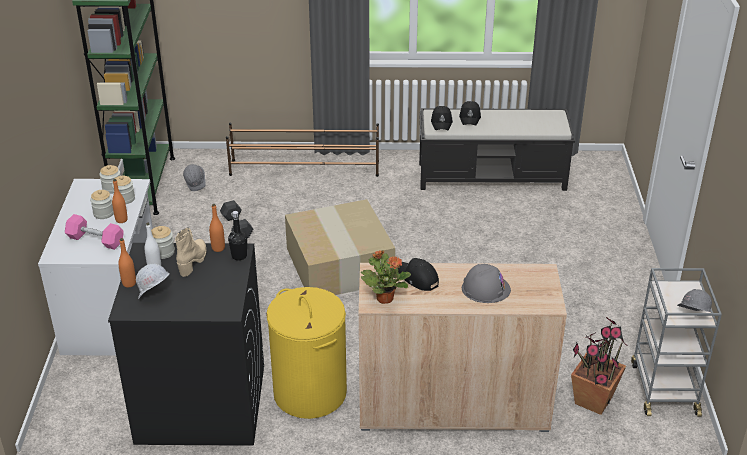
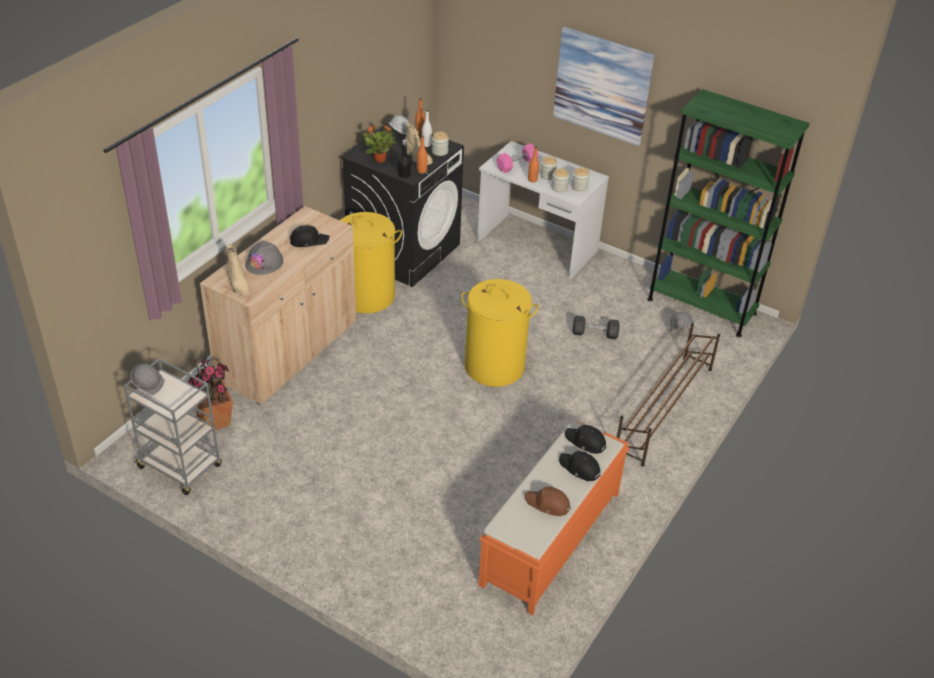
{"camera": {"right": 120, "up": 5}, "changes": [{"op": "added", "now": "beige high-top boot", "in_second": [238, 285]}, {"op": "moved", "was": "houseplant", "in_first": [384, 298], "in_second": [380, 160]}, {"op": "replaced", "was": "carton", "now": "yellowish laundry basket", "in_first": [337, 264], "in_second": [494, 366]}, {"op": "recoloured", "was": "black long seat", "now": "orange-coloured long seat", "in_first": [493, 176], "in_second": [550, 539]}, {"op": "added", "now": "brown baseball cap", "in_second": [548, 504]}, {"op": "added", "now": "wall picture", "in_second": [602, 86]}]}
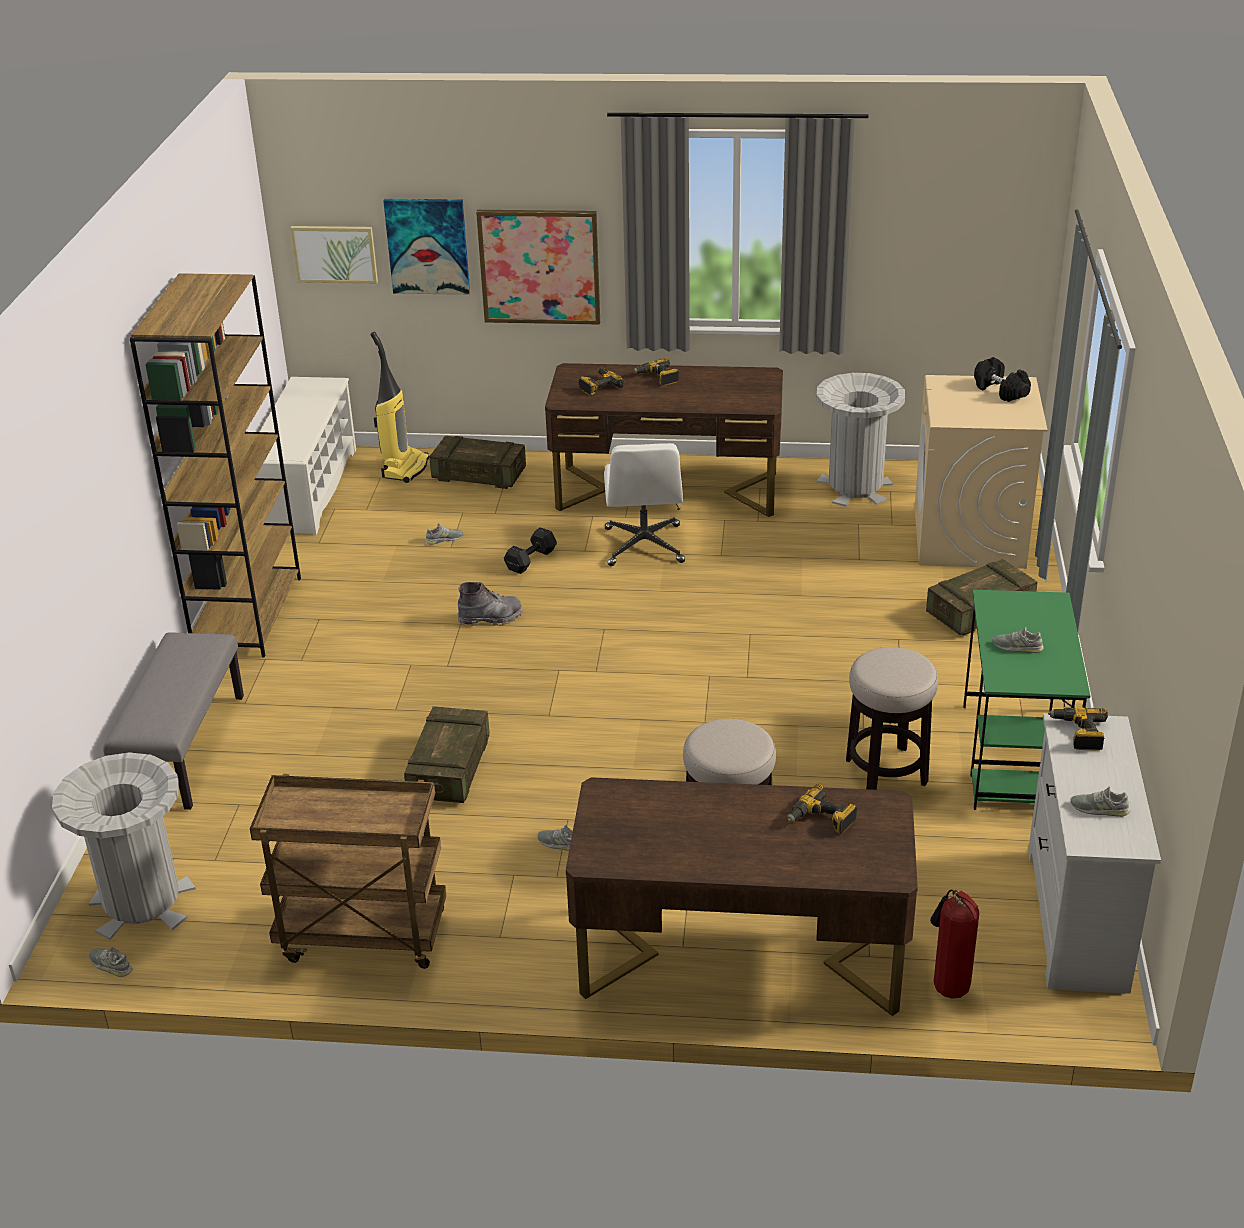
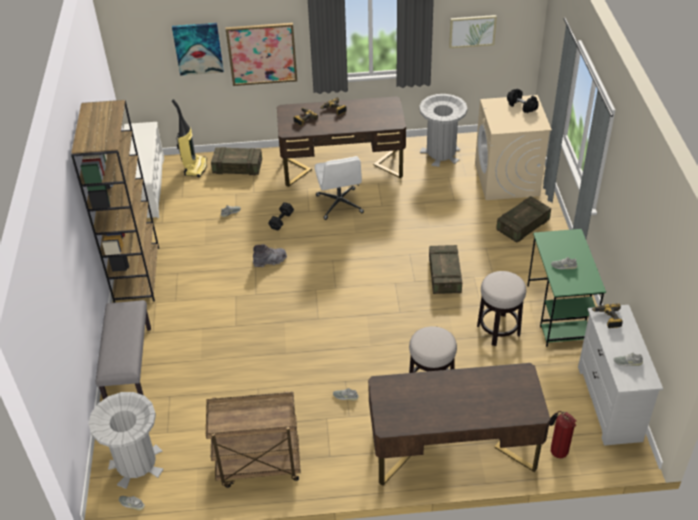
{"camera": {"right": -10, "up": 10}, "changes": [{"op": "moved", "was": "crate", "in_first": [449, 770], "in_second": [444, 276]}, {"op": "moved", "was": "wall picture", "in_first": [334, 254], "in_second": [472, 31]}, {"op": "removed", "was": "drill", "in_first": [821, 820]}]}
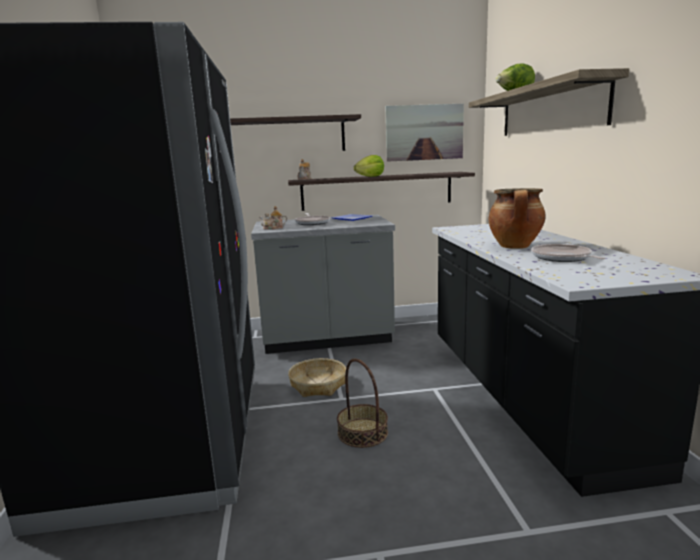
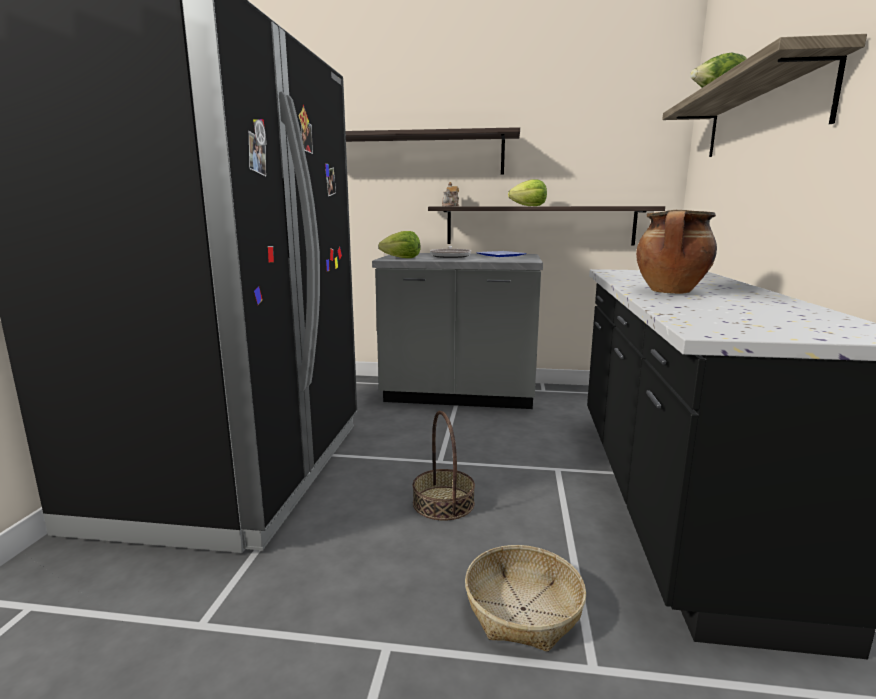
{"camera": {"right": 15, "up": 0}, "changes": [{"op": "replaced", "was": "tea pot", "now": "lettuce head", "in_first": [273, 228], "in_second": [401, 258]}, {"op": "moved", "was": "basket", "in_first": [318, 385], "in_second": [523, 609]}, {"op": "removed", "was": "wall picture", "in_first": [424, 132]}, {"op": "removed", "was": "pan", "in_first": [562, 258]}]}
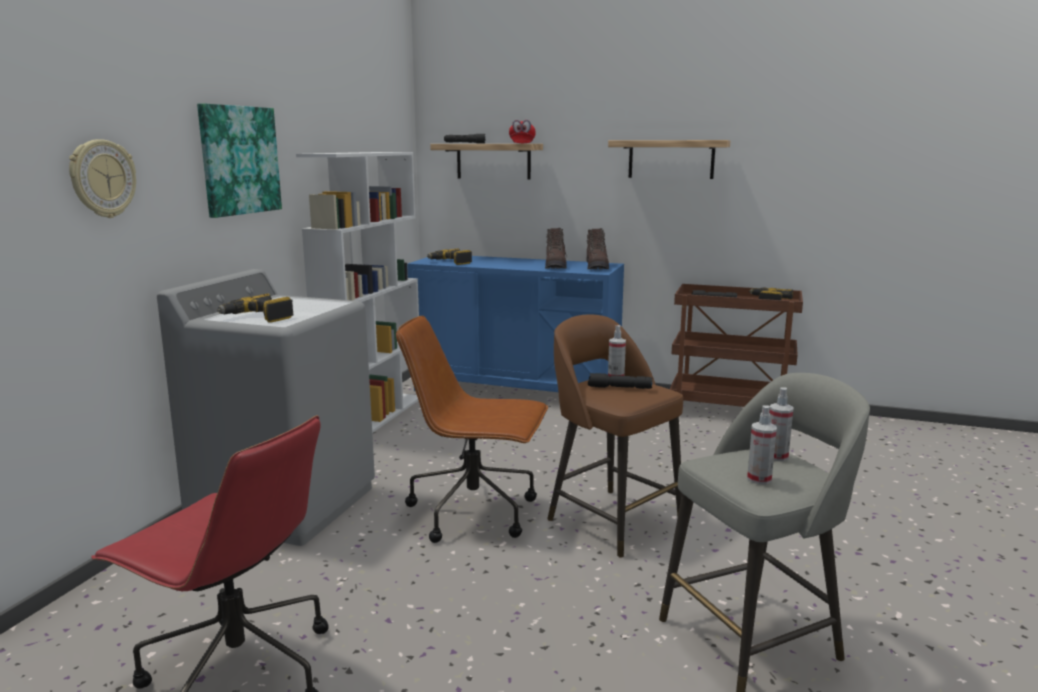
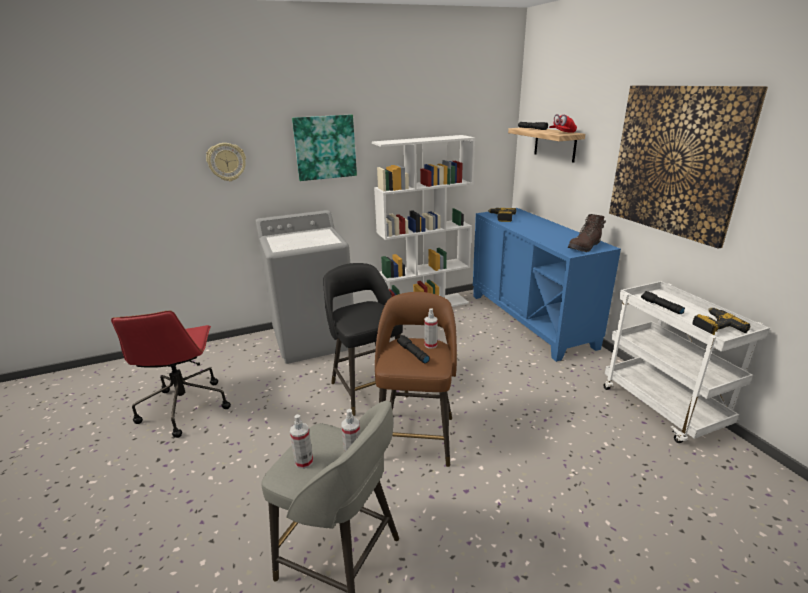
{"camera": {"right": 50, "up": 10}, "changes": [{"op": "replaced", "was": "brown office chair", "now": "black stool seat", "in_first": [475, 512], "in_second": [368, 388]}, {"op": "recoloured", "was": "brown trolley", "now": "whitish trolley", "in_first": [730, 411], "in_second": [663, 408]}, {"op": "replaced", "was": "bracket shelf", "now": "wall picture", "in_first": [671, 159], "in_second": [675, 161]}, {"op": "removed", "was": "drill", "in_first": [258, 317]}, {"op": "removed", "was": "brown high-top boot", "in_first": [555, 266]}]}
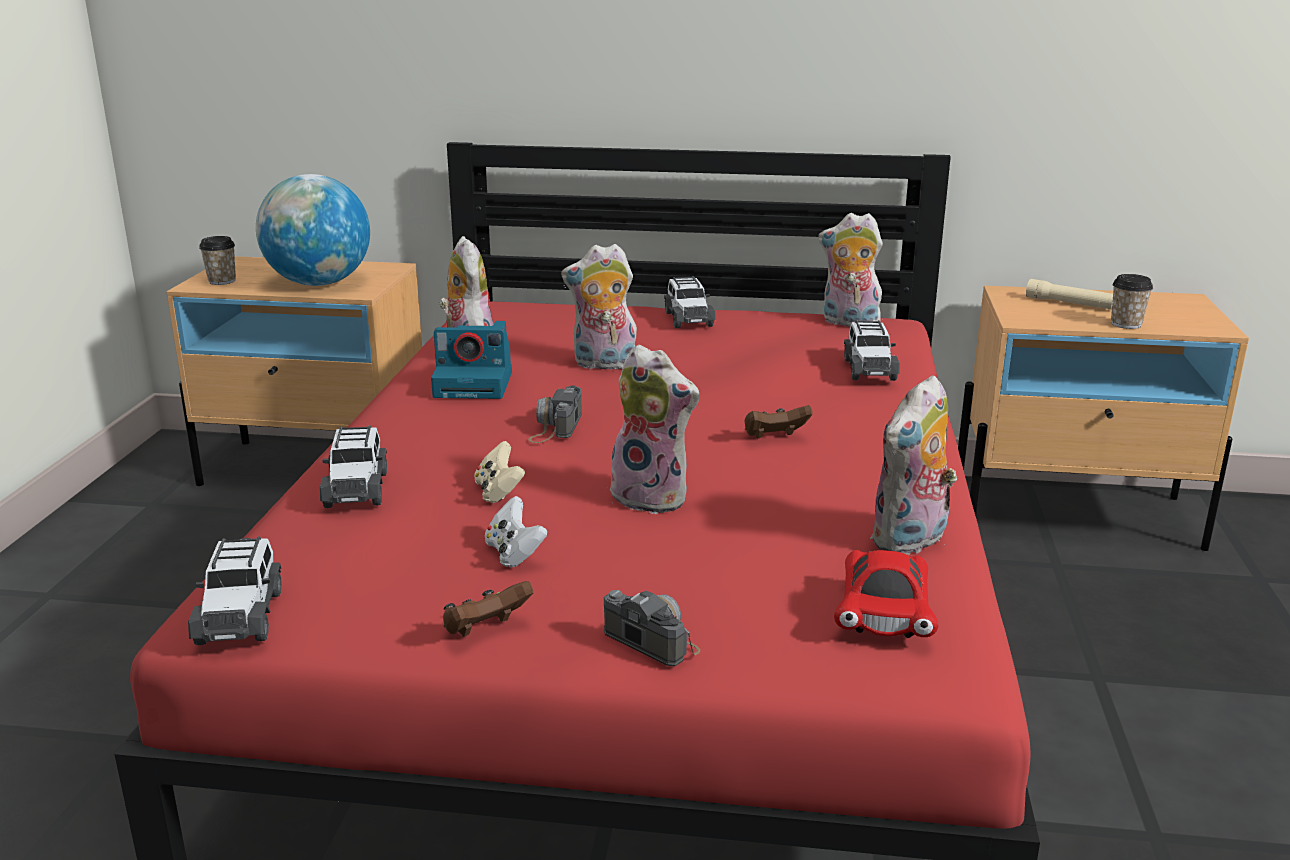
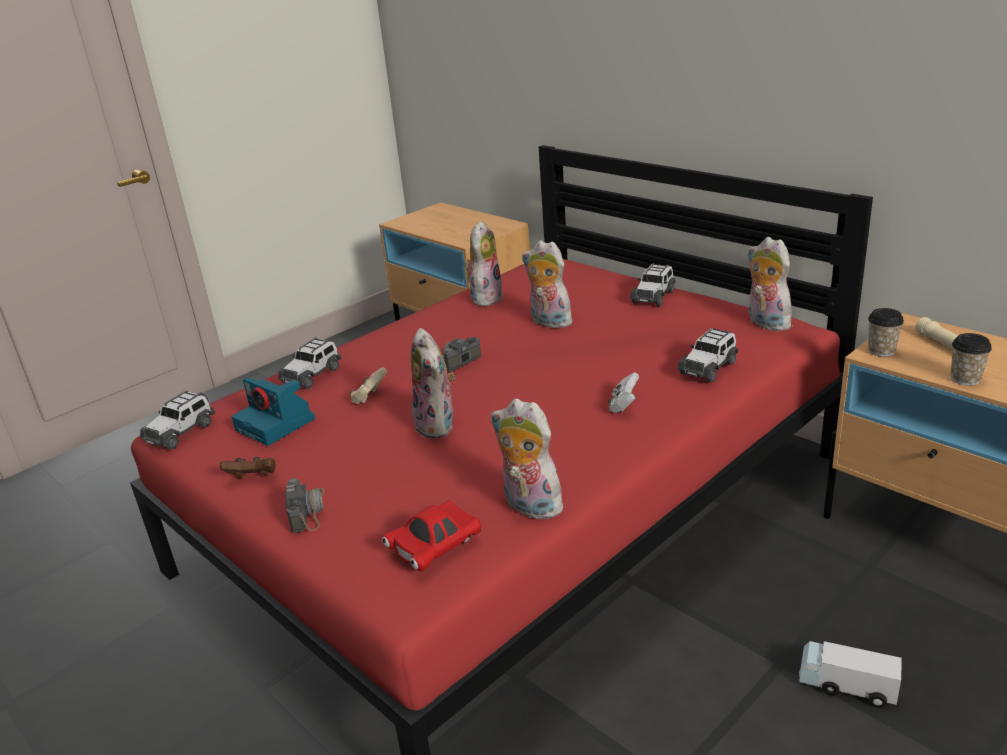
{"camera": {"right": 40, "up": 5}, "changes": [{"op": "moved", "was": "photo camera", "in_first": [476, 384], "in_second": [277, 424]}, {"op": "turned", "was": "cuddly toy", "in_first": [911, 541], "in_second": [529, 506], "clockwise": 45}, {"op": "moved", "was": "whitish gamepad", "in_first": [514, 554], "in_second": [623, 405]}, {"op": "added", "now": "toy truck", "in_second": [846, 686]}, {"op": "moved", "was": "drinking cup", "in_first": [222, 281], "in_second": [881, 351]}, {"op": "removed", "was": "desk globe", "in_first": [319, 283]}, {"op": "removed", "was": "brown gamepad", "in_first": [774, 437]}]}
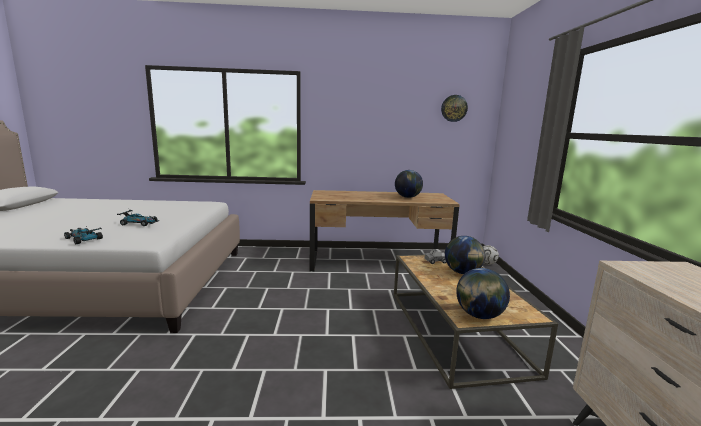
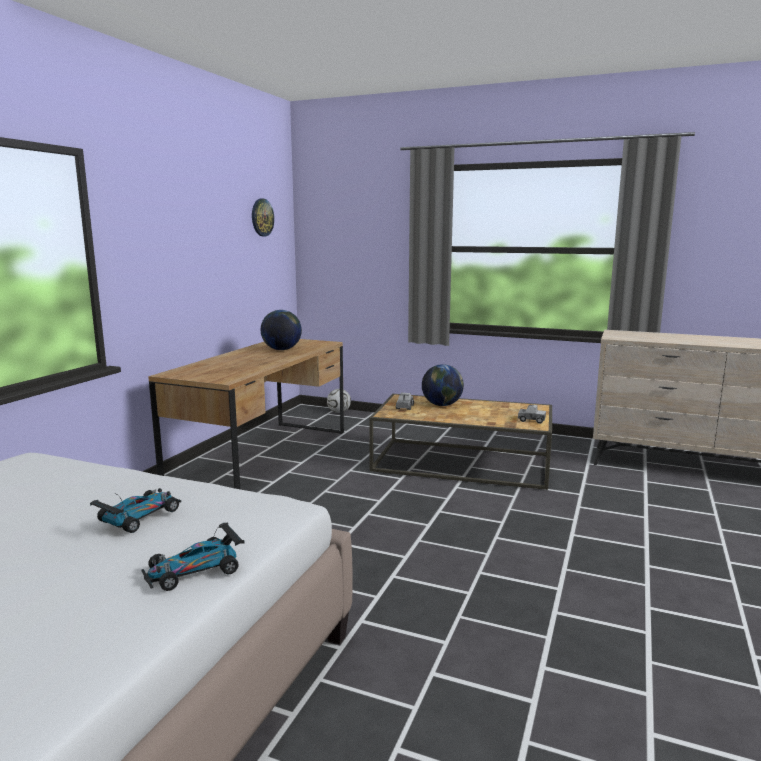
{"camera": {"right": -65, "up": 0}, "changes": [{"op": "replaced", "was": "desk globe", "now": "toy truck", "in_first": [479, 315], "in_second": [531, 420]}]}
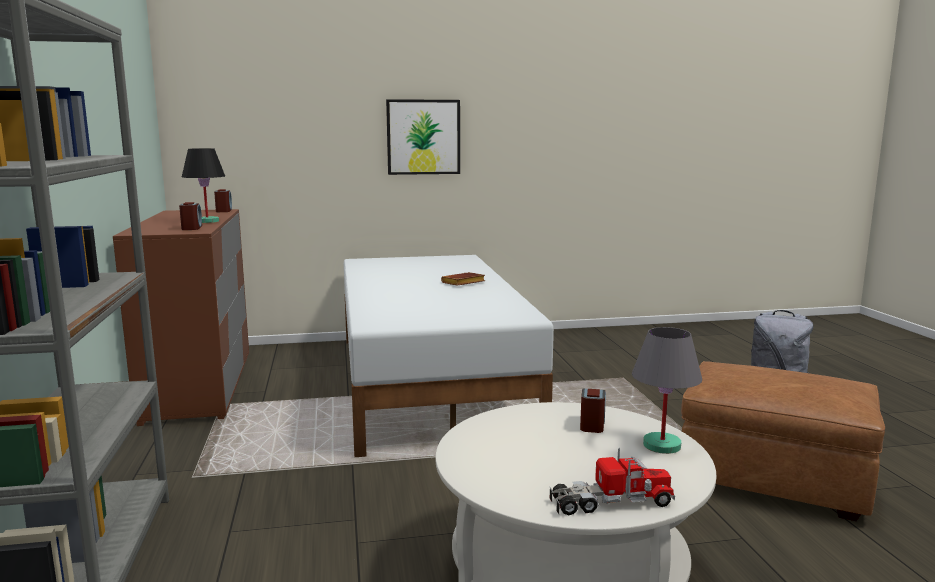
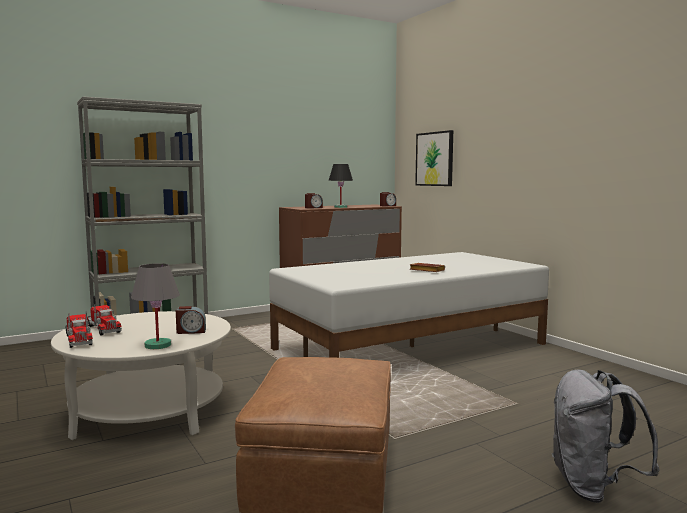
{"camera": {"right": 70, "up": -5}, "changes": [{"op": "added", "now": "toy truck", "in_second": [101, 328]}, {"op": "moved", "was": "wall picture", "in_first": [423, 137], "in_second": [434, 159]}]}
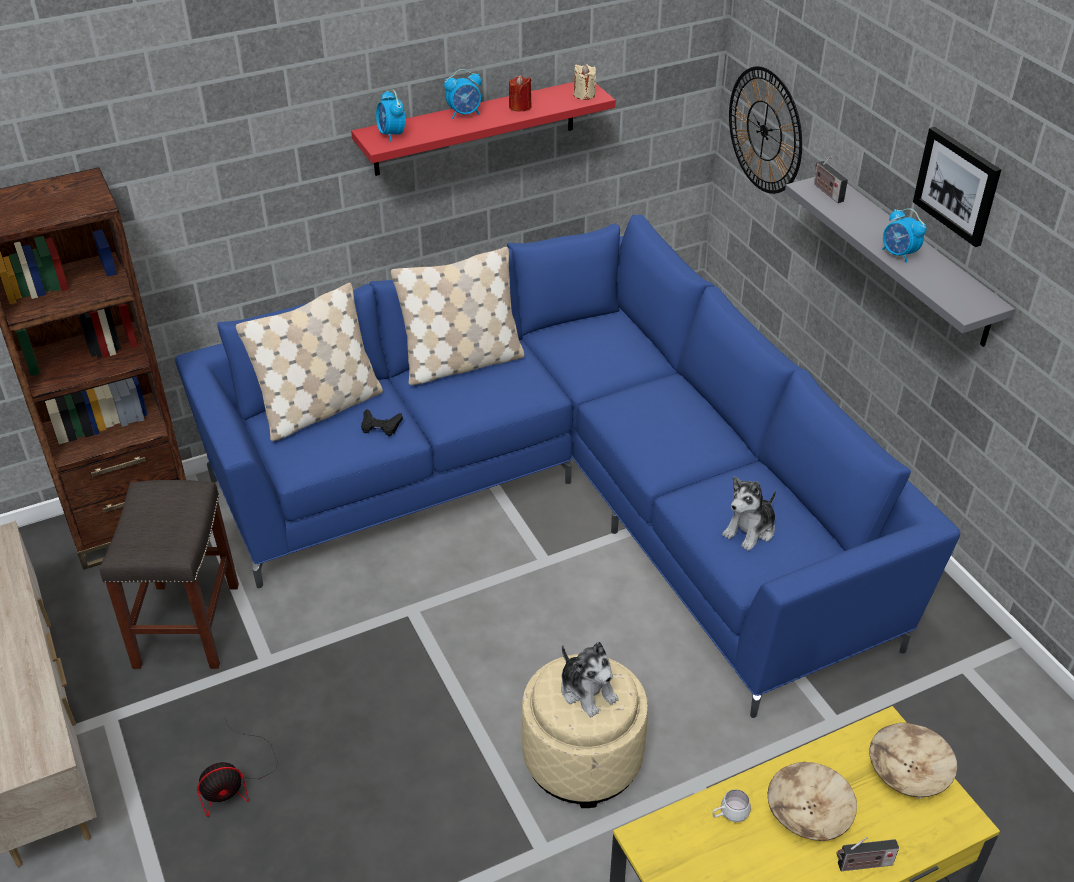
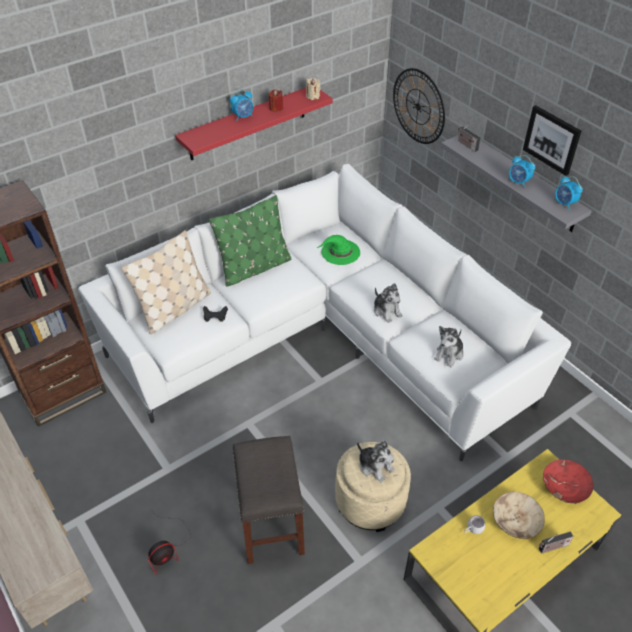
{"camera": {"right": -10, "up": 5}, "changes": [{"op": "recoloured", "was": "blue-coloured sofa", "now": "whitish sofa", "in_first": [566, 495], "in_second": [324, 338]}, {"op": "recoloured", "was": "beige throw pillow", "now": "greenish throw pillow", "in_first": [462, 363], "in_second": [254, 268]}, {"op": "moved", "was": "grey stool seat", "in_first": [186, 624], "in_second": [270, 524]}, {"op": "added", "now": "greenish hat", "in_second": [340, 252]}, {"op": "added", "now": "cuddly toy", "in_second": [386, 311]}, {"op": "recoloured", "was": "beige deep dish", "now": "reddish deep dish", "in_first": [908, 771], "in_second": [564, 487]}, {"op": "moved", "was": "alarm clock", "in_first": [391, 135], "in_second": [564, 203]}]}
